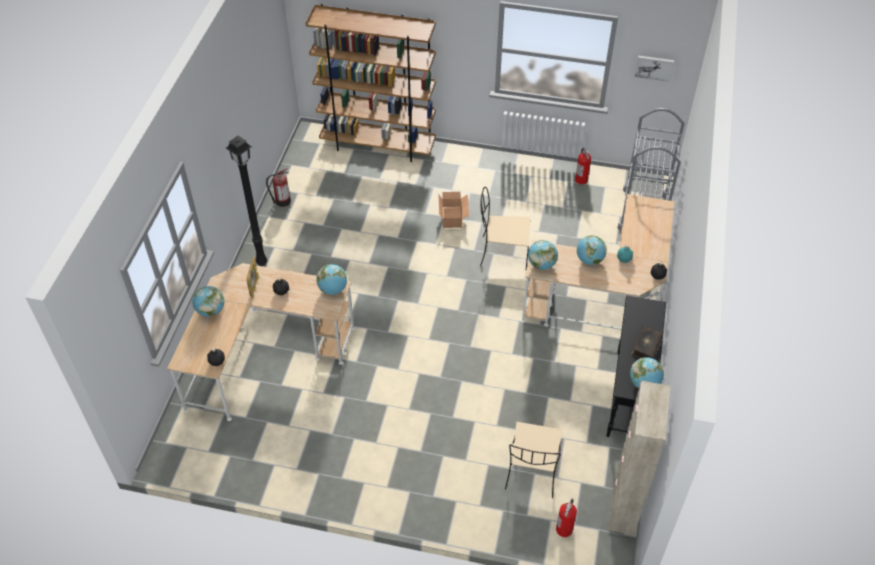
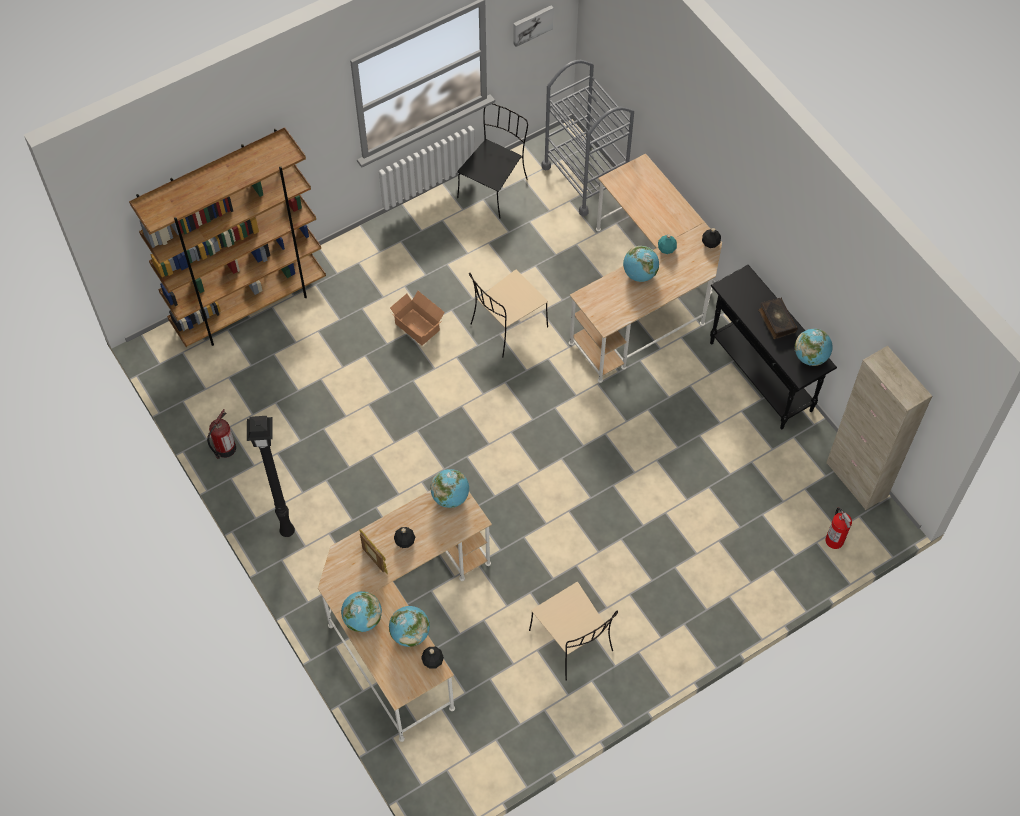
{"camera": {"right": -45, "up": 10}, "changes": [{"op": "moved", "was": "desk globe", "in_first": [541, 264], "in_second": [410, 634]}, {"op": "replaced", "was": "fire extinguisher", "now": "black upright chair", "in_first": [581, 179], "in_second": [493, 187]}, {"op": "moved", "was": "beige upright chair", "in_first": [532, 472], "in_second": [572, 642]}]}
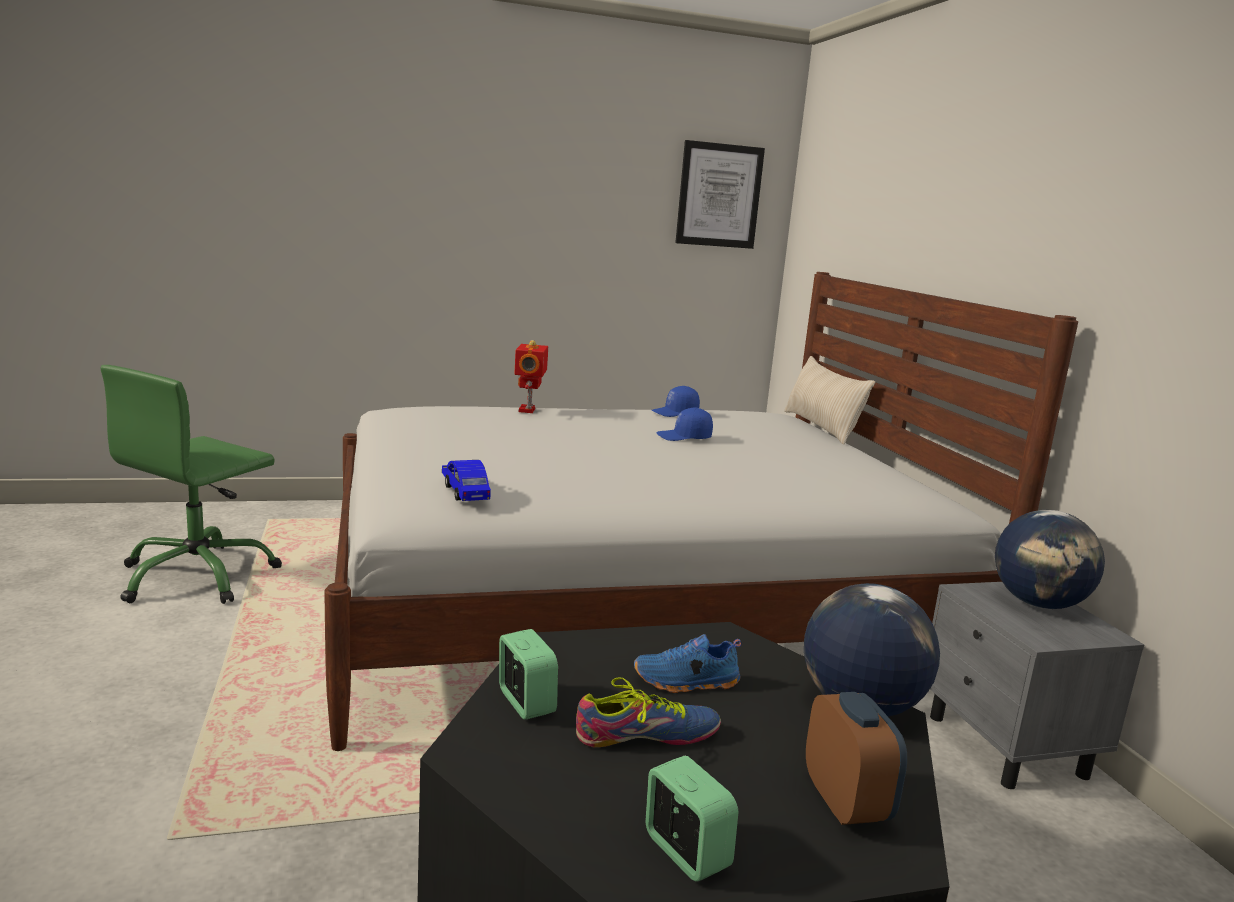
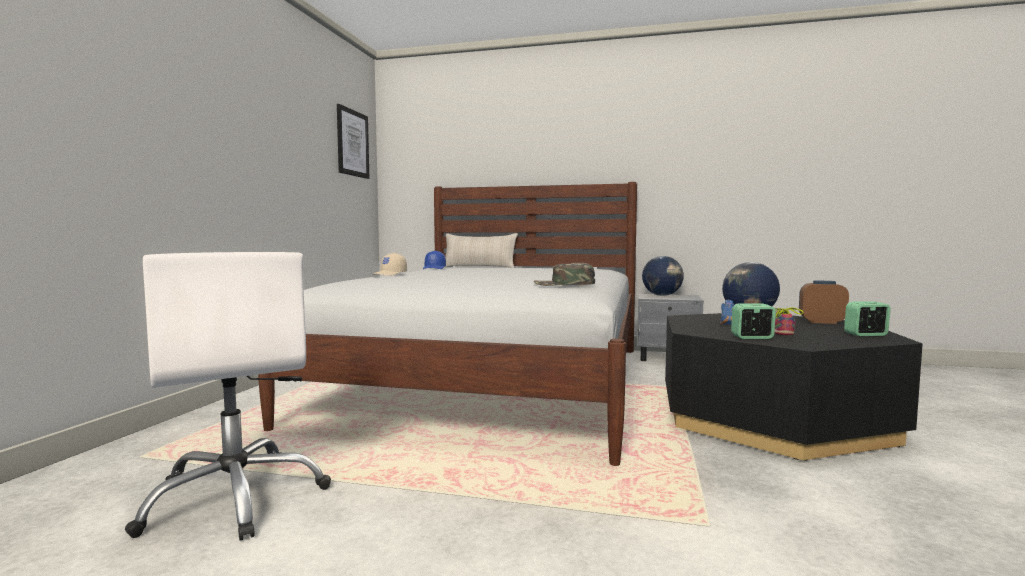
{"camera": {"right": -60, "up": -10}, "changes": [{"op": "recoloured", "was": "greenish office chair", "now": "whitish office chair", "in_first": [198, 576], "in_second": [236, 498]}, {"op": "replaced", "was": "model robot", "now": "beige baseball cap", "in_first": [528, 410], "in_second": [390, 274]}, {"op": "replaced", "was": "blue-coloured toy car", "now": "greenish baseball cap", "in_first": [464, 491], "in_second": [564, 284]}, {"op": "removed", "was": "blue-coloured baseball cap", "in_first": [684, 437]}]}
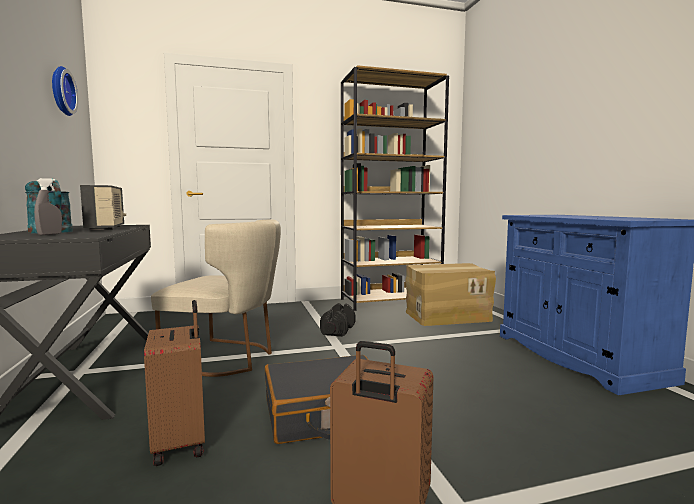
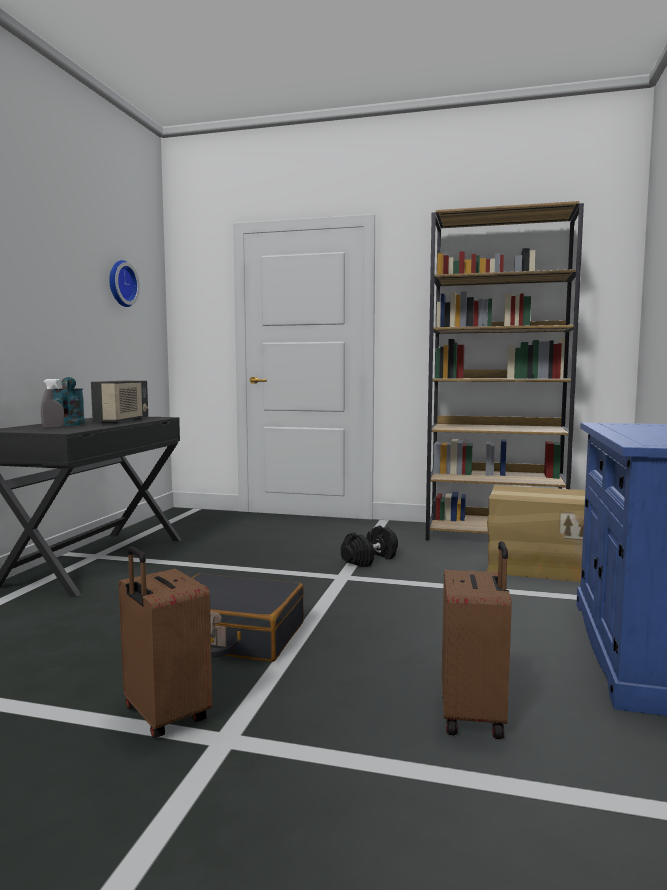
{"camera": {"right": 30, "up": 0}, "changes": [{"op": "moved", "was": "brown suitcase", "in_first": [181, 443], "in_second": [474, 715]}, {"op": "removed", "was": "beige upright chair", "in_first": [228, 358]}]}
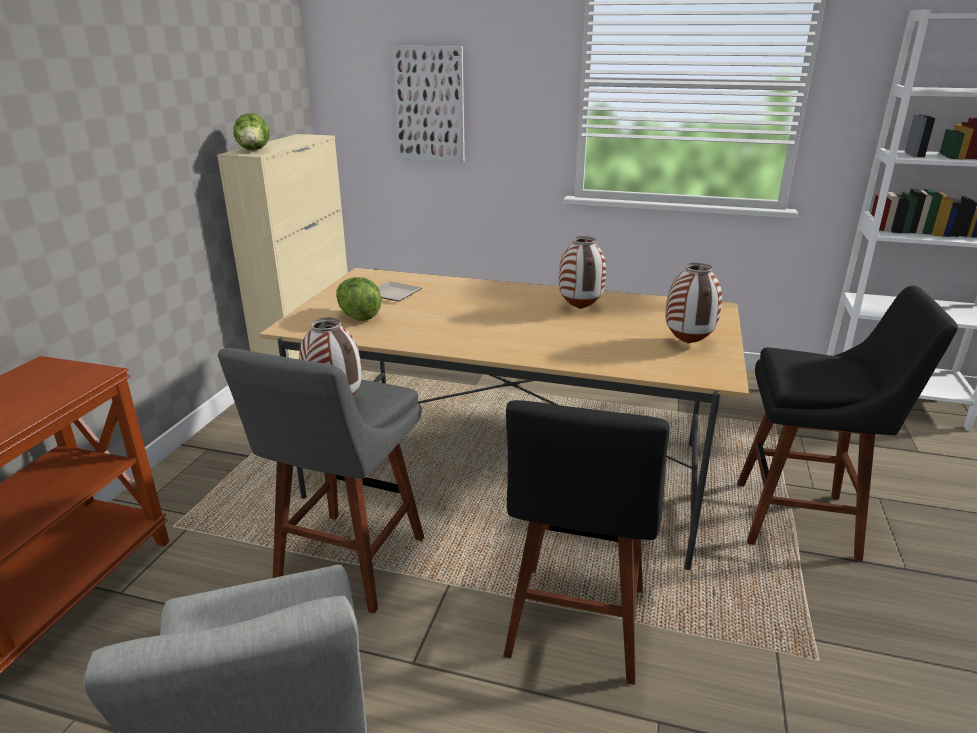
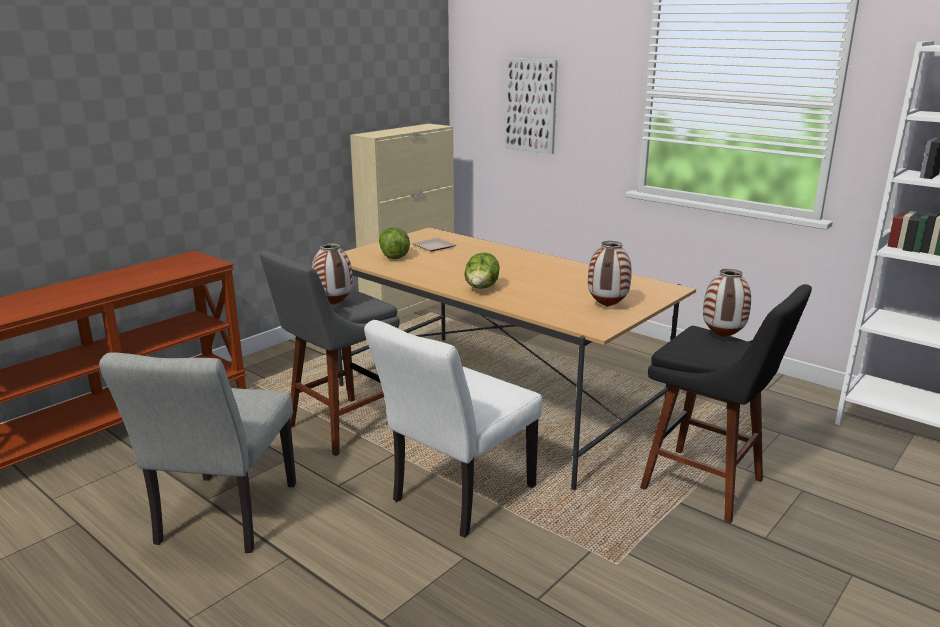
{"camera": {"right": 25, "up": -5}, "changes": [{"op": "replaced", "was": "black stool seat", "now": "whitish upright chair", "in_first": [575, 628], "in_second": [456, 498]}, {"op": "moved", "was": "lettuce head", "in_first": [254, 151], "in_second": [481, 289]}, {"op": "moved", "was": "decorative vase", "in_first": [580, 309], "in_second": [723, 337]}]}
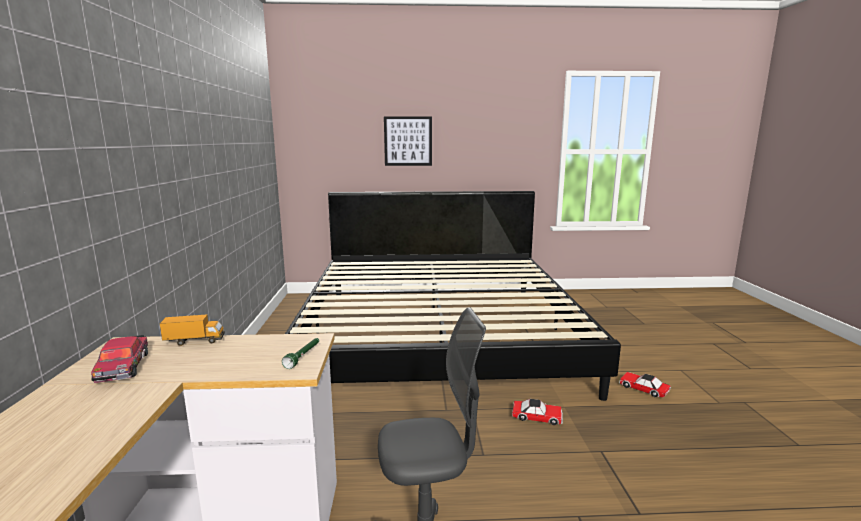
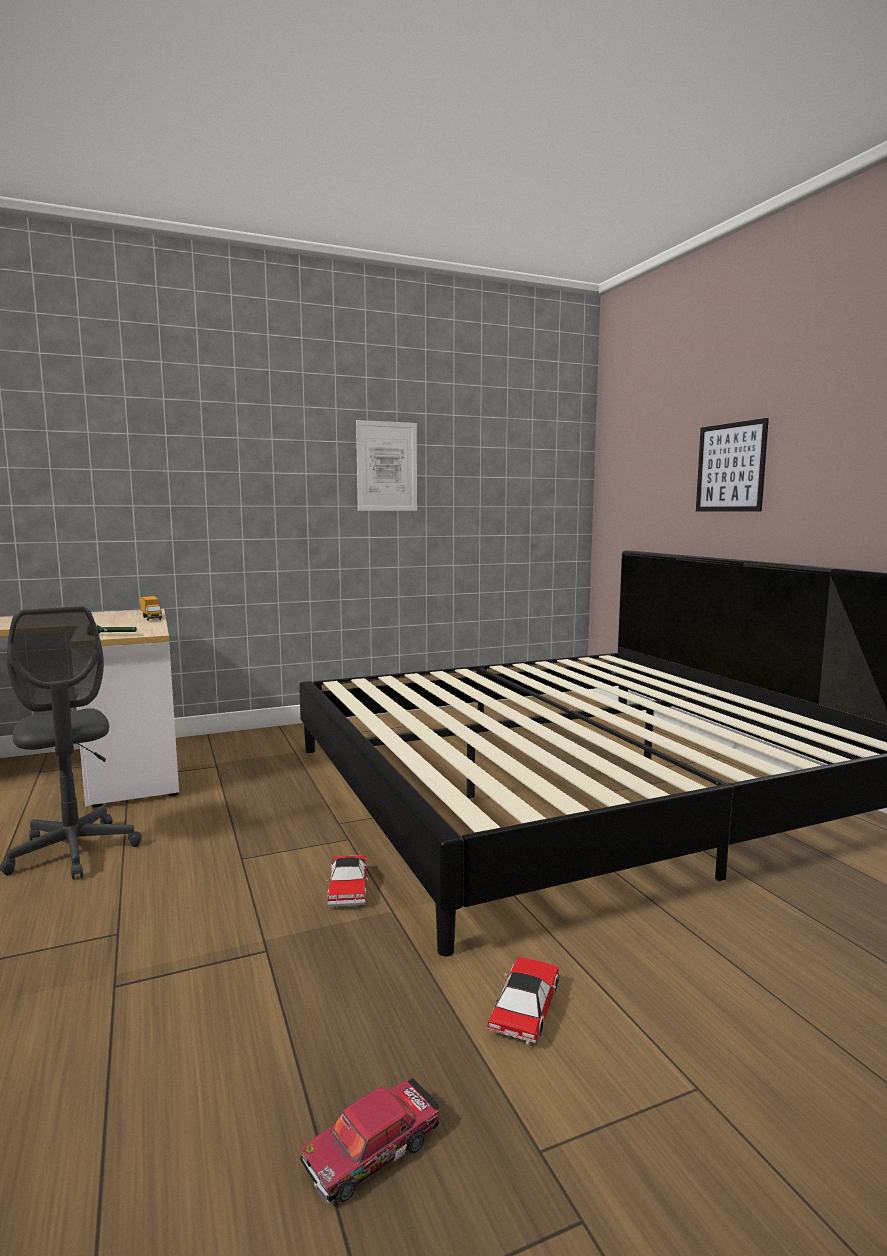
{"camera": {"right": 70, "up": -5}, "changes": [{"op": "moved", "was": "toy car", "in_first": [123, 366], "in_second": [373, 1150]}, {"op": "added", "now": "wall picture", "in_second": [387, 466]}]}
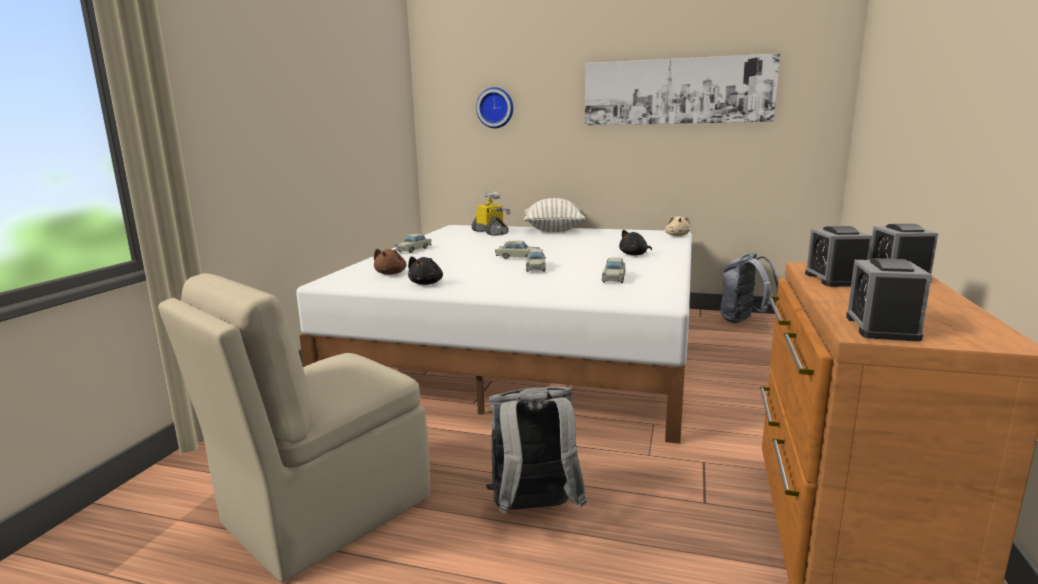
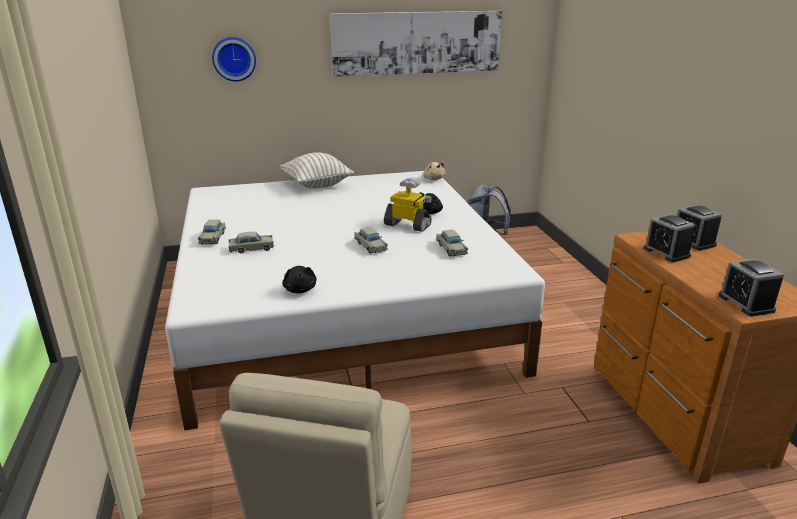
{"camera": {"right": -30, "up": 10}, "changes": [{"op": "moved", "was": "beige toy car", "in_first": [517, 257], "in_second": [251, 248]}, {"op": "moved", "was": "model robot", "in_first": [490, 232], "in_second": [408, 225]}, {"op": "removed", "was": "brown cuddly toy", "in_first": [391, 273]}, {"op": "removed", "was": "grey rucksack", "in_first": [534, 510]}]}
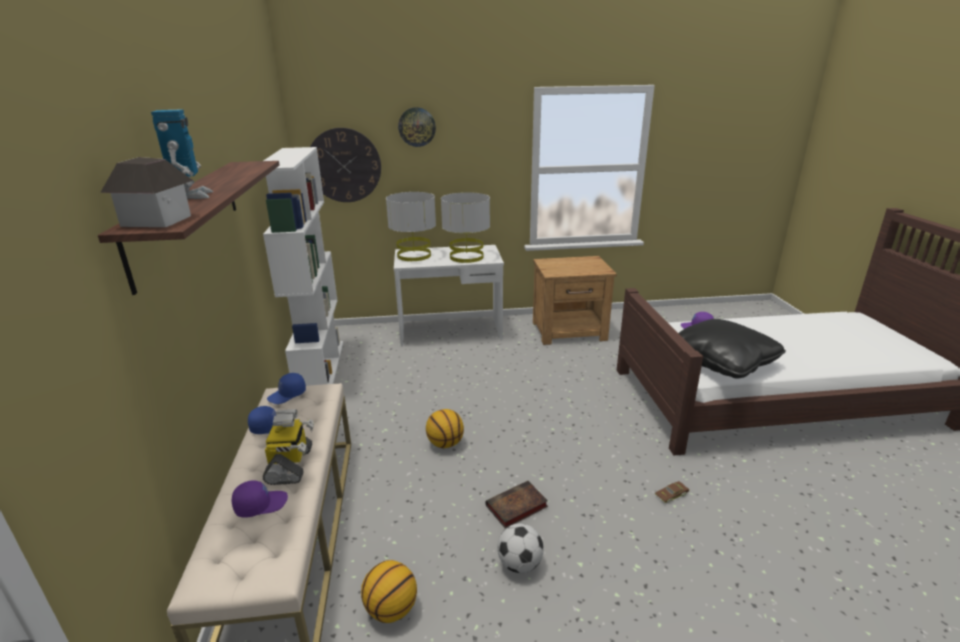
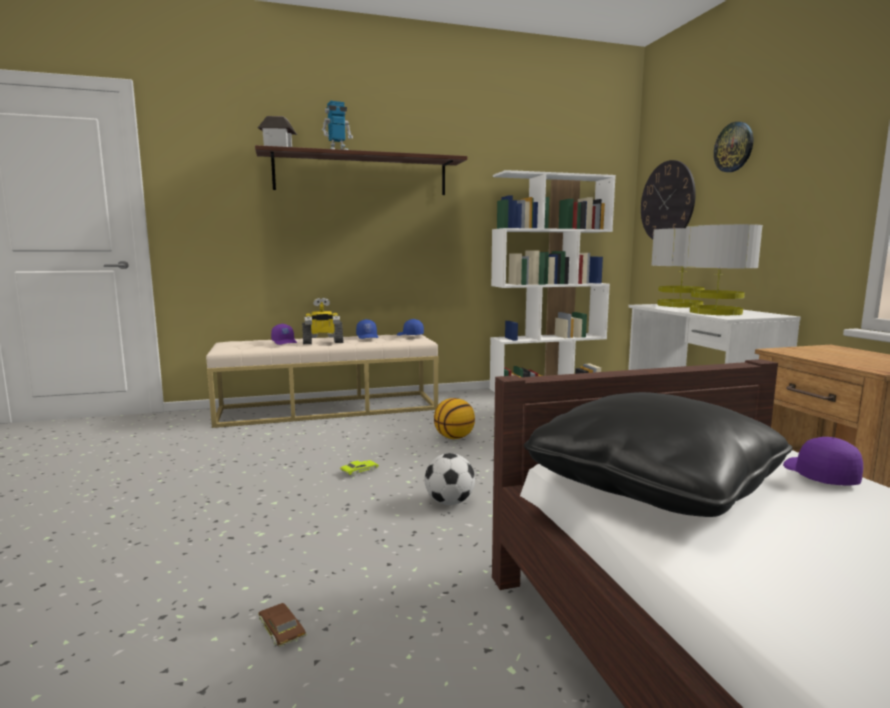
{"camera": {"right": 80, "up": -15}, "changes": [{"op": "moved", "was": "brown toy car", "in_first": [671, 495], "in_second": [281, 630]}, {"op": "replaced", "was": "book", "now": "greenish toy car", "in_first": [515, 507], "in_second": [359, 471]}, {"op": "moved", "was": "football ball", "in_first": [519, 564], "in_second": [449, 502]}, {"op": "removed", "was": "basketball", "in_first": [391, 609]}]}
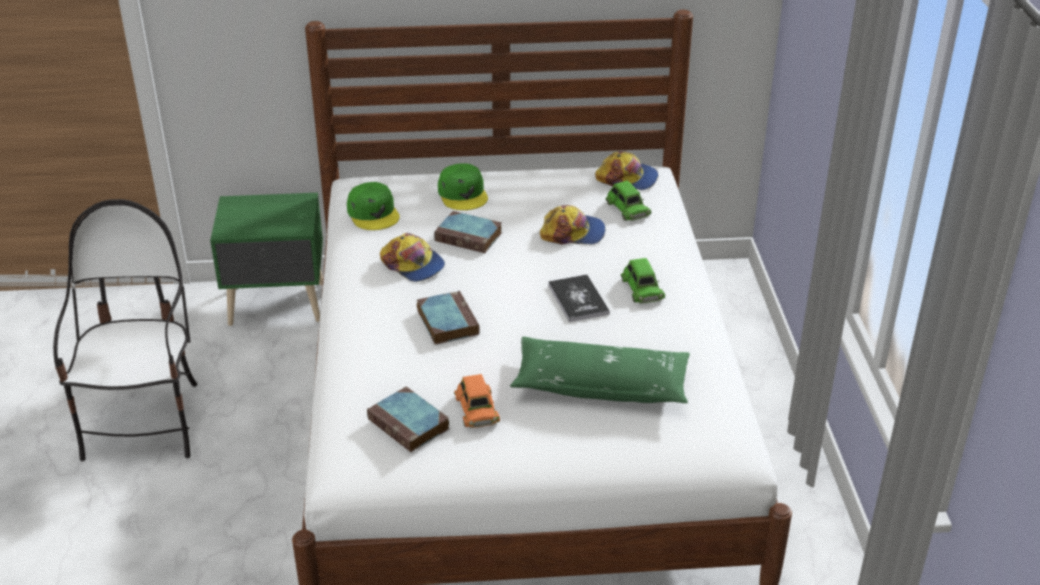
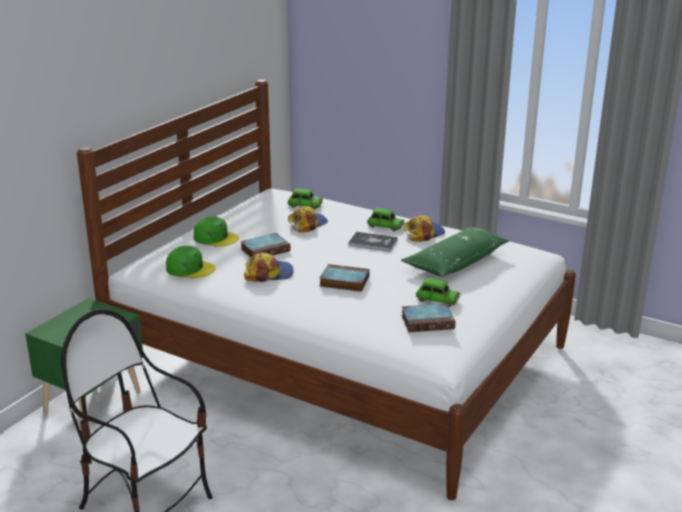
{"camera": {"right": -55, "up": -10}, "changes": [{"op": "moved", "was": "baseball cap", "in_first": [627, 178], "in_second": [423, 233]}, {"op": "recoloured", "was": "orange-coloured toy car", "now": "greenish toy car", "in_first": [476, 409], "in_second": [437, 299]}]}
